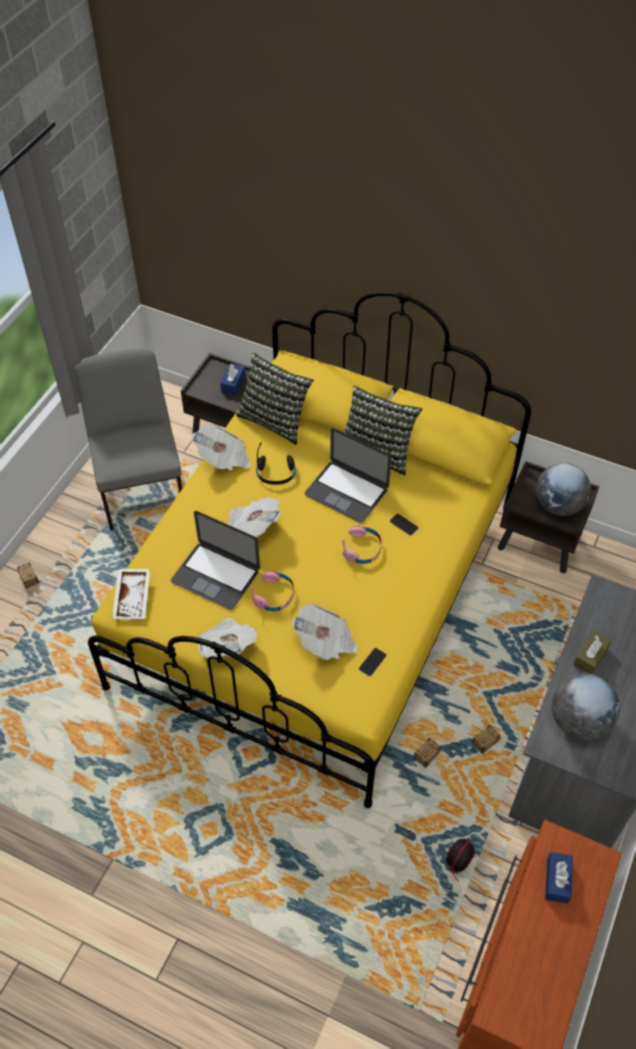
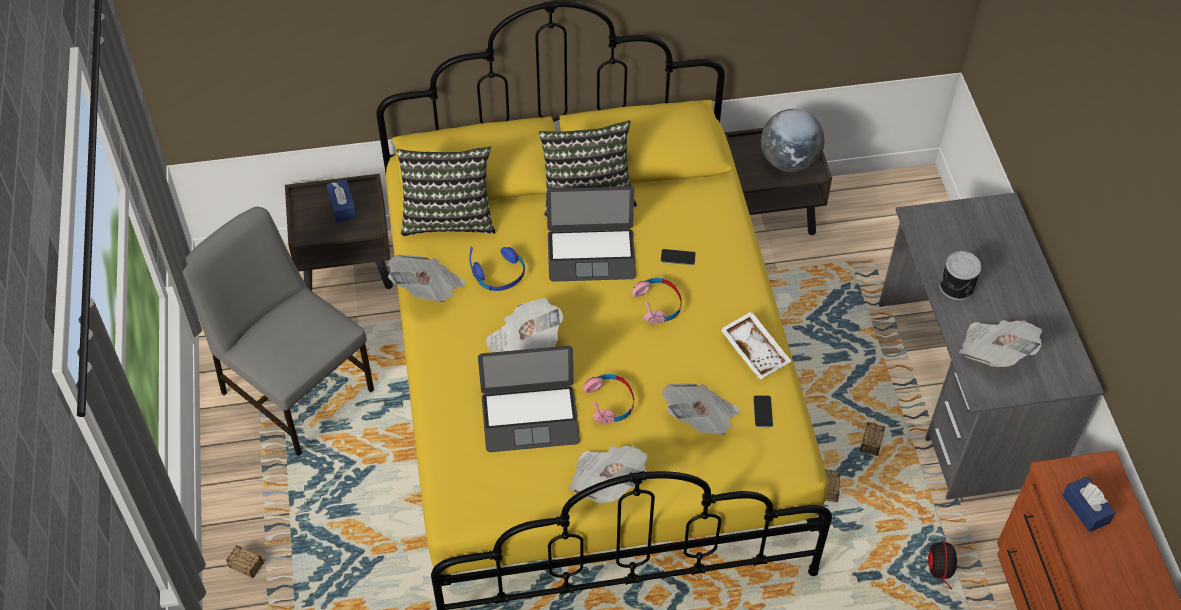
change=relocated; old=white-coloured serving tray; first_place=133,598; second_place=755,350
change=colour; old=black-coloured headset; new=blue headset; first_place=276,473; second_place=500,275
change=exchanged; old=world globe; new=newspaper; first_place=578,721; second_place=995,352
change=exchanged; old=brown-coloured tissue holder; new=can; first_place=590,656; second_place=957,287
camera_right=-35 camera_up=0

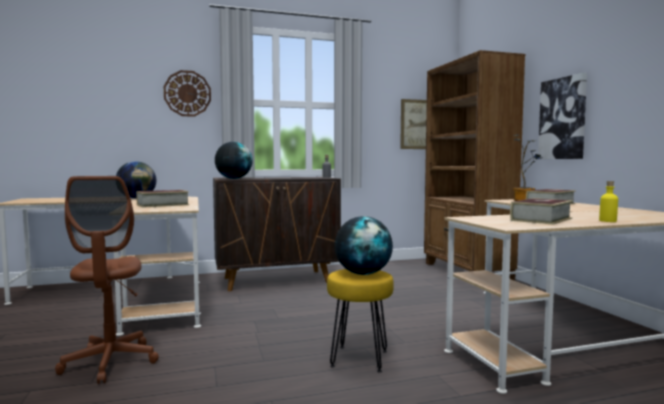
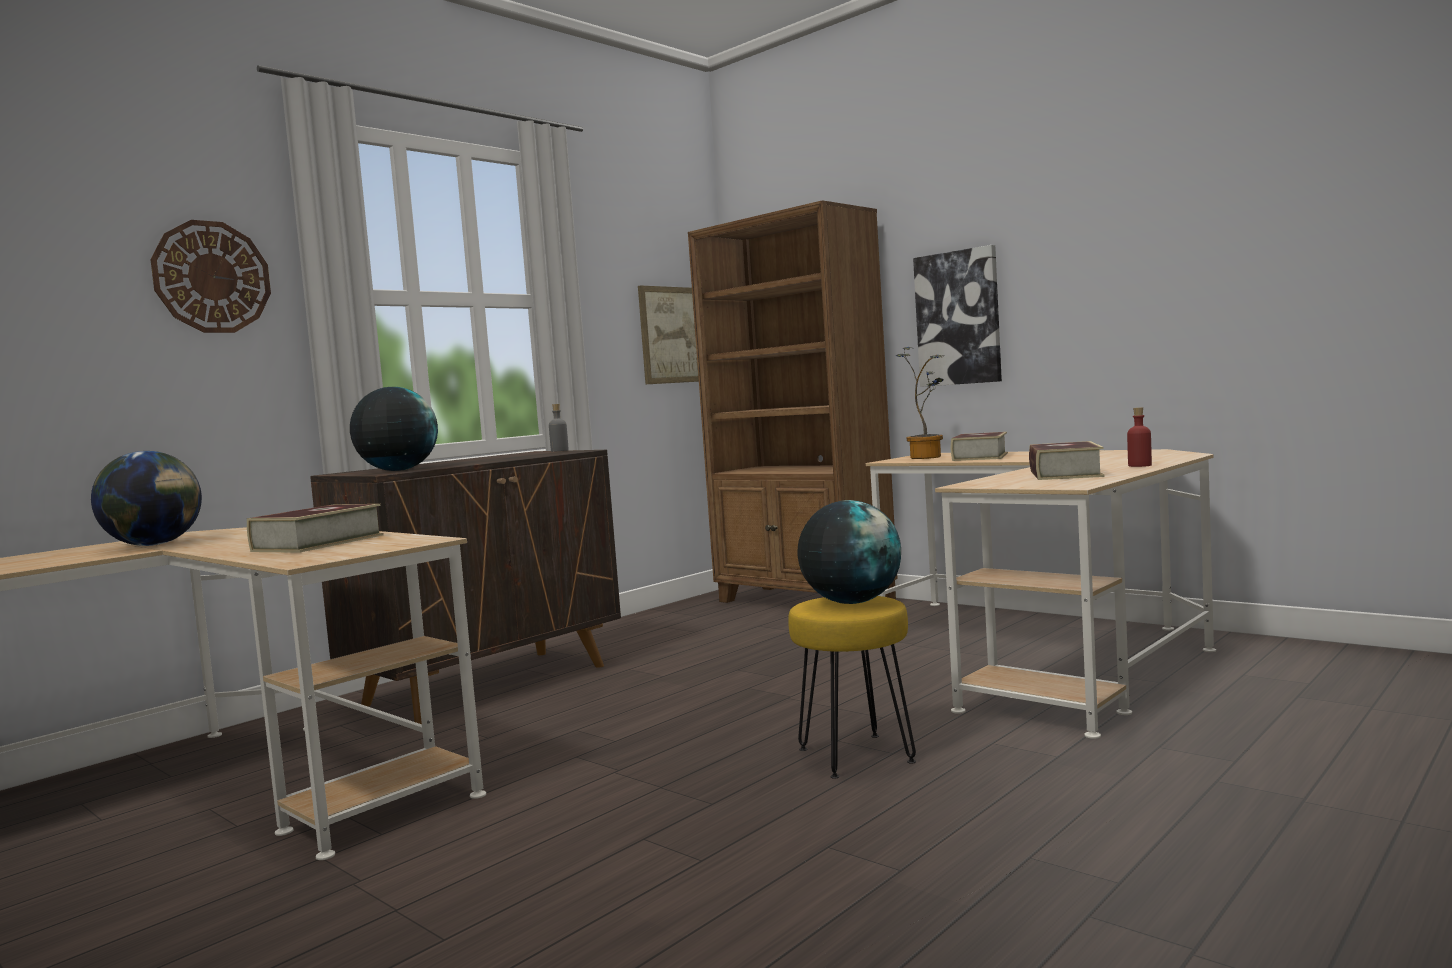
change=missing; old=brown-coloured office chair; first_place=110,362
change=colour; old=yellow beverage bottle; new=red-coloured beverage bottle; first_place=607,221; second_place=1140,465
camera_right=-30 camera_up=0

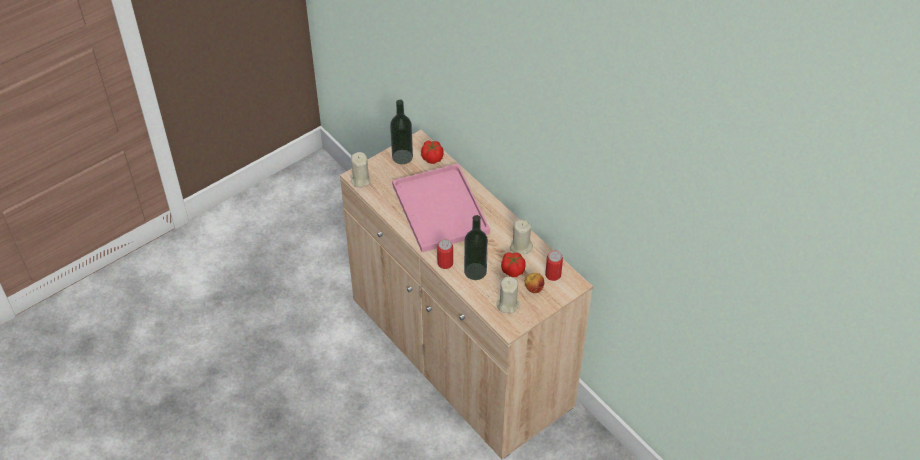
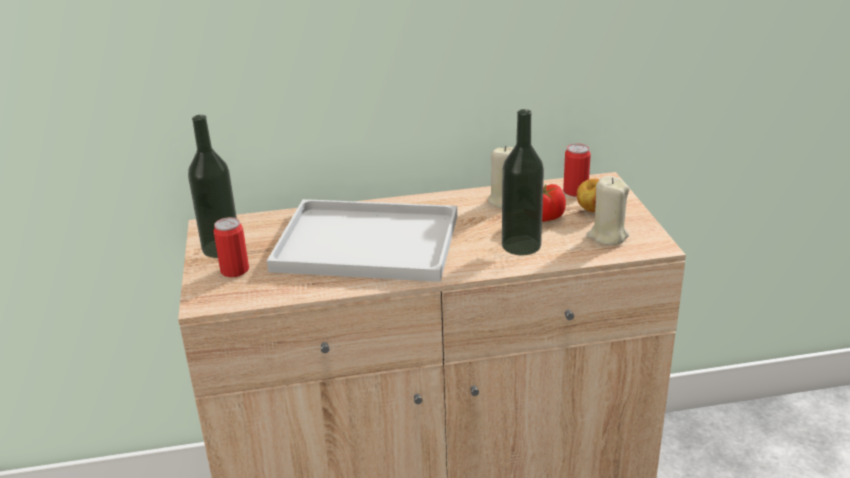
change=missing; old=sand-coloured wax candle; first_place=360,180
change=colour; old=pinkish serving tray; new=white-coloured serving tray; first_place=442,210; second_place=371,242
change=missing; old=whole tomato; first_place=432,158
change=relocated; old=can; first_place=445,263; second_place=234,270
camera_right=-60 camera_up=-20

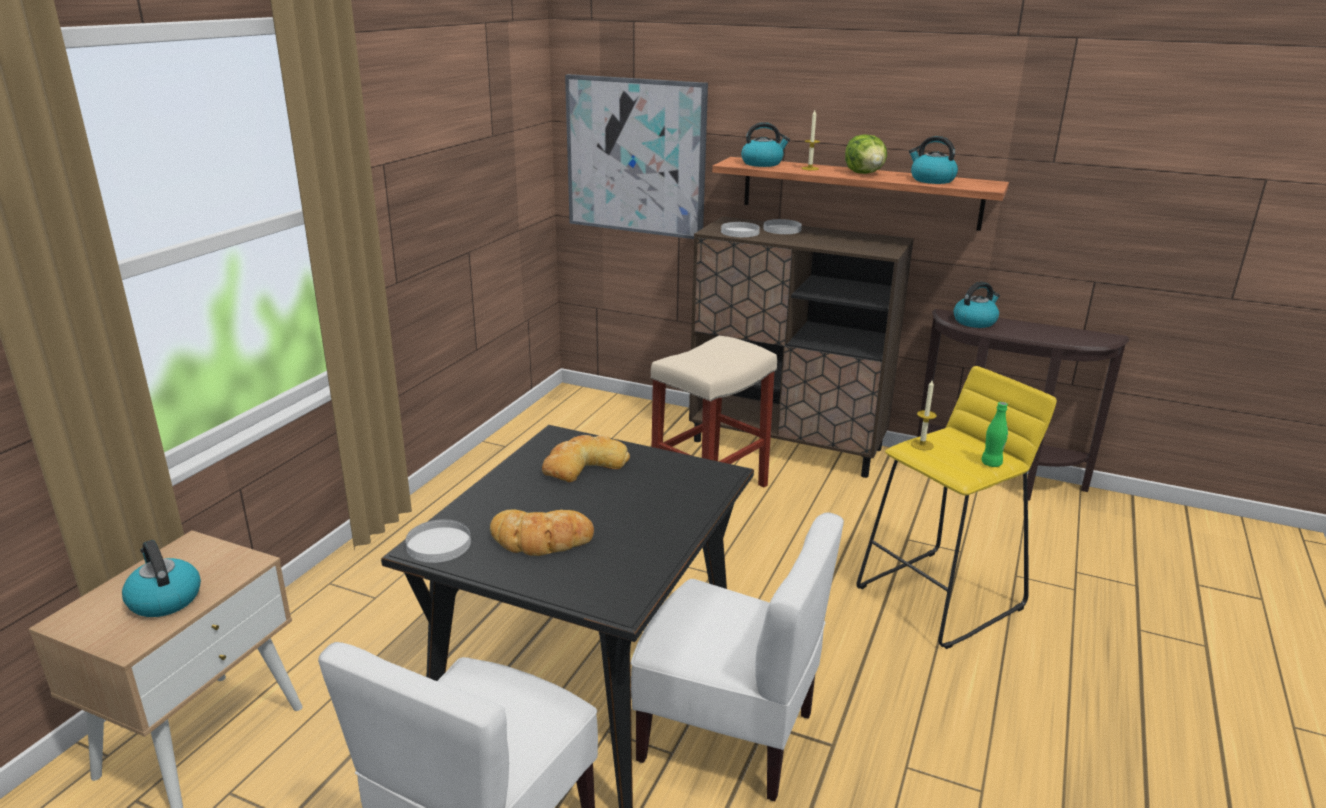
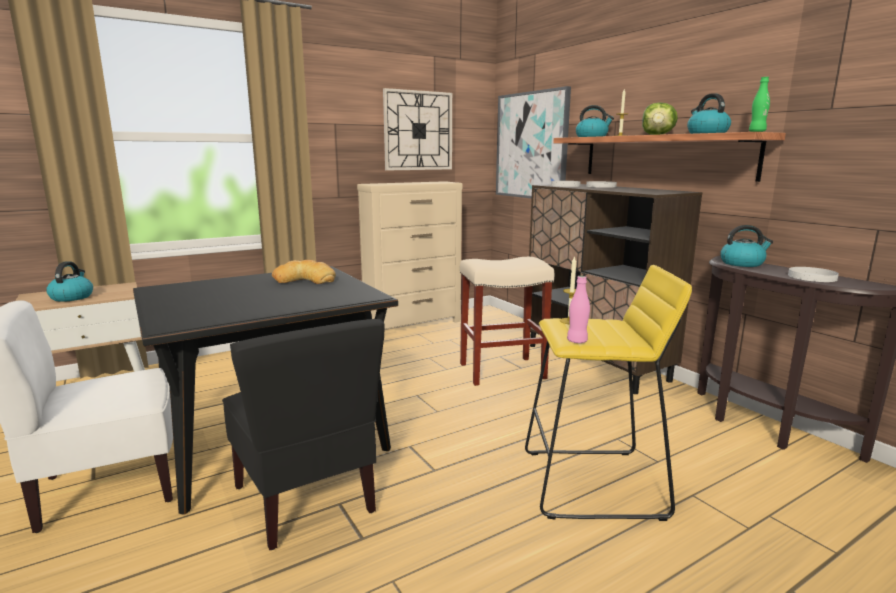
change=relocated; old=white-coloured flat dish; first_place=439,544; second_place=812,277
change=missing; old=bread; first_place=541,539
change=colour; old=white-coloured chair; new=black-coloured chair; first_place=728,735; second_place=306,498
change=relocated; old=green-coloured beverage bottle; first_place=991,463; second_place=757,132
change=appeared; new=sand-coloured chest of drawers; second_place=414,324
change=appeared; new=wall clock; second_place=418,131
change=appeared; new=pinkish beverage bottle; second_place=577,341
camera_right=35 camera_up=-10

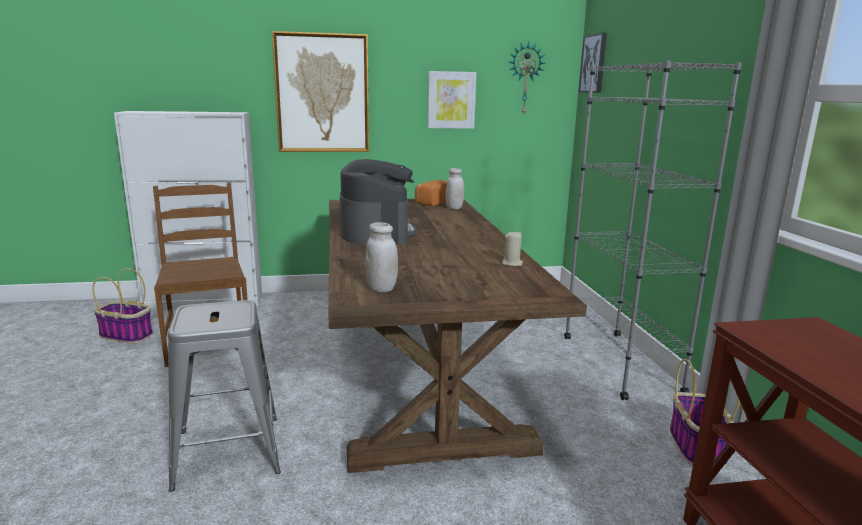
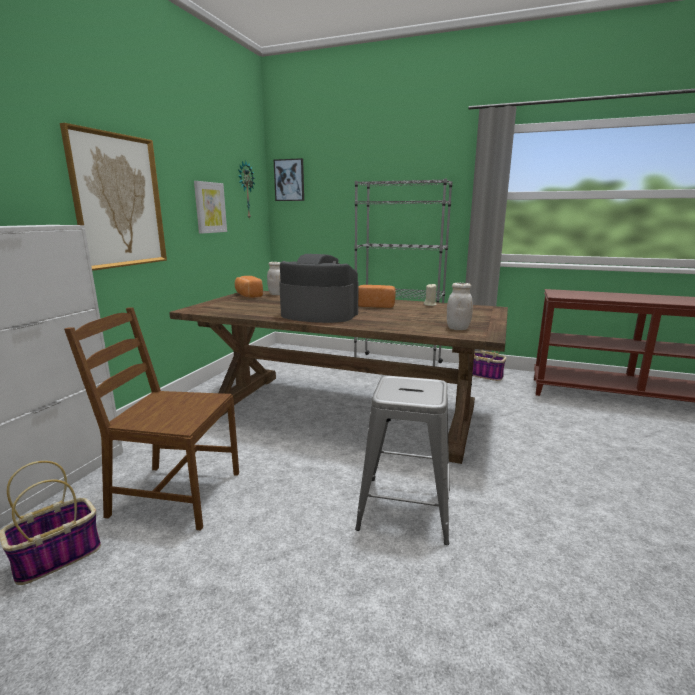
change=appeared; new=bread; second_place=376,305
camera_right=-60 camera_up=0

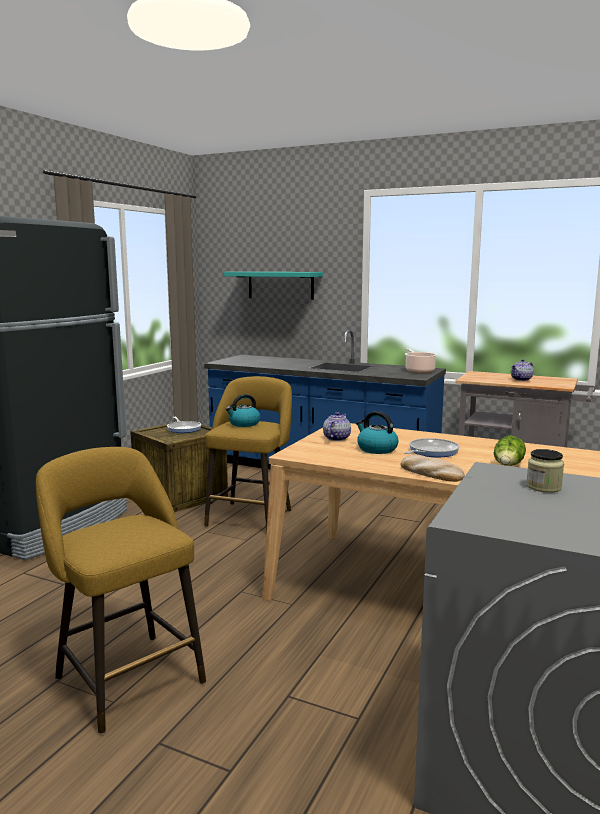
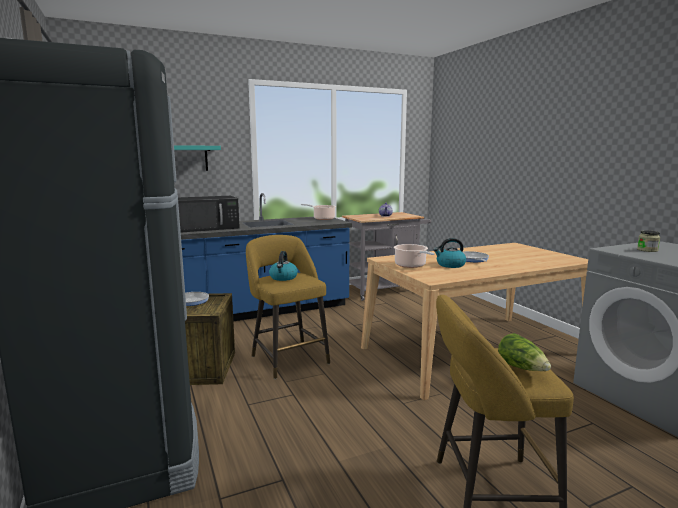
change=exchanged; old=tea pot; new=cooking pot; first_place=336,438; second_place=411,265
change=missing; old=bread; first_place=430,473
change=relocated; old=lettuce head; first_place=508,466; second_place=522,368
change=appeared; new=black-coloured kitchen microwave; second_place=204,228
camera_right=-50 camera_up=0

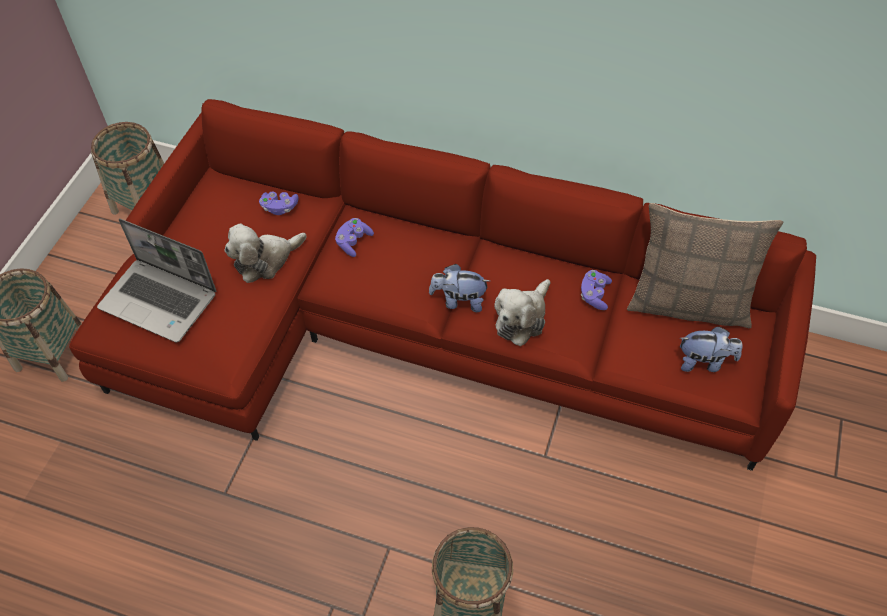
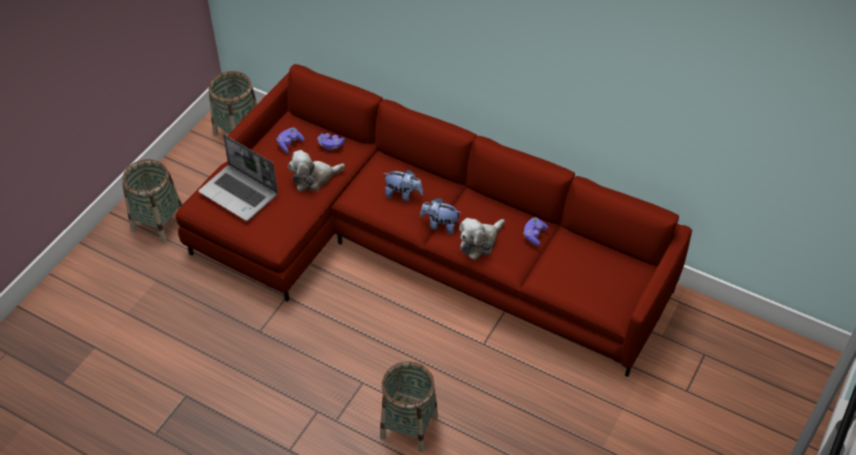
change=relocated; old=purplish gamepad; first_place=353,242; second_place=290,144
change=missing; old=throw pillow; first_place=689,303
change=relocated; old=plush toy; first_place=704,362; second_place=403,194
camera_right=10 camera_up=-5

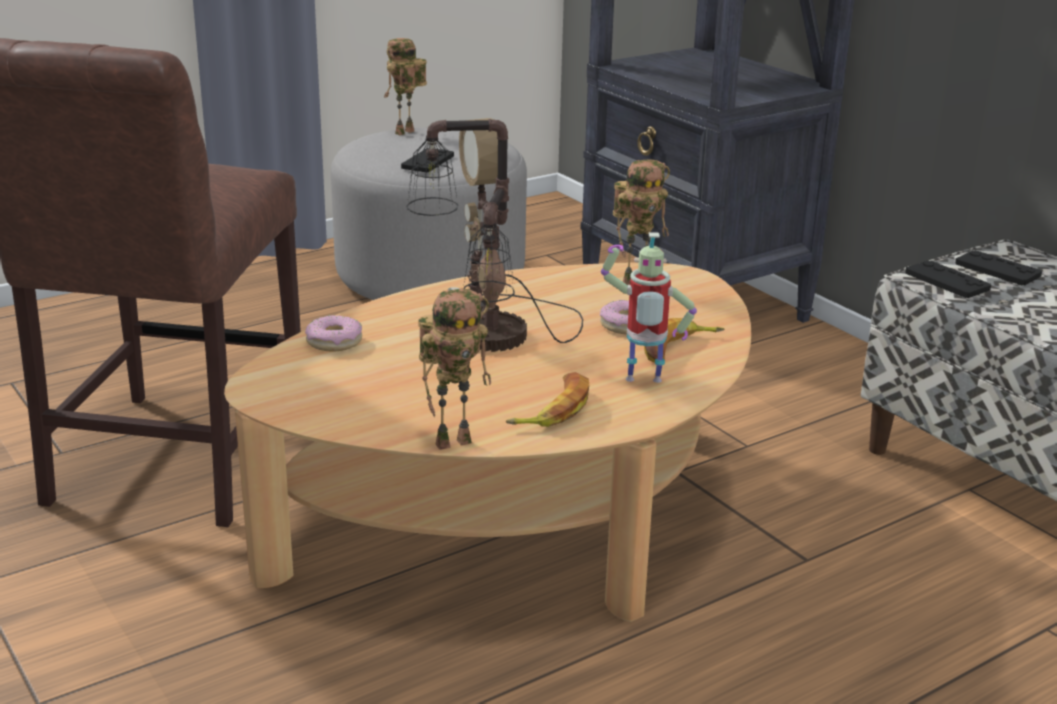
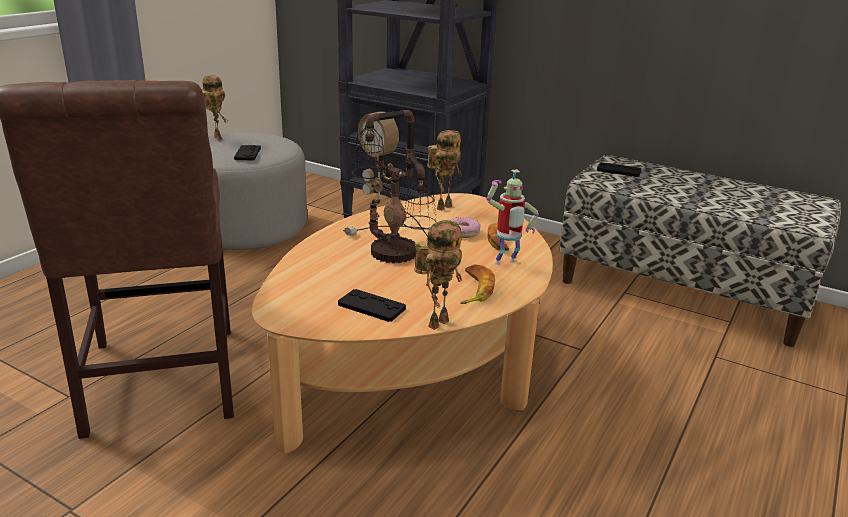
change=missing; old=ring doughnut; first_place=334,342
change=spun; old=robot figure; first_place=405,133; second_place=216,138; degrees=135
change=relocated; old=black-coloured gamepad; first_place=947,281; second_place=371,306
camera_right=-25 camera_up=0

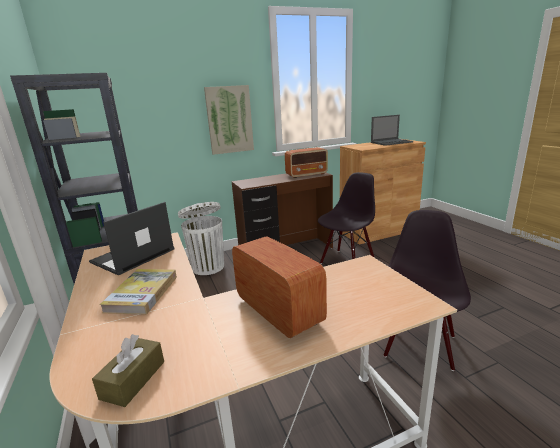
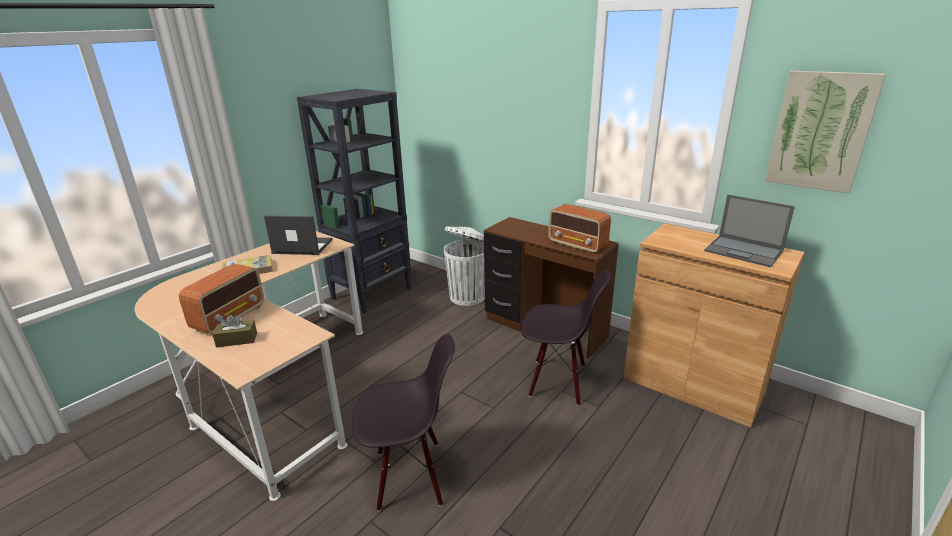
change=relocated; old=brown-coloured tissue holder; first_place=133,379; second_place=237,340
change=relocated; old=wall art; first_place=229,120; second_place=820,131
camera_right=60 camera_up=5

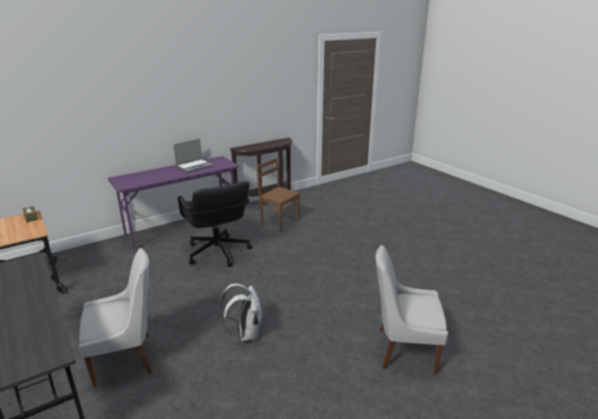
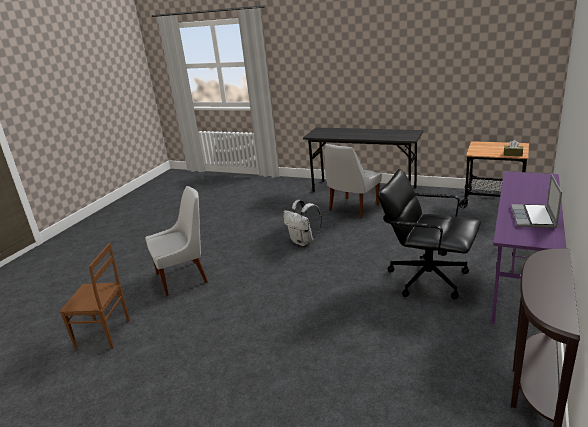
change=relocated; old=brown-coloured chair; first_place=280,222; second_place=104,335
camera_right=150 camera_up=0

